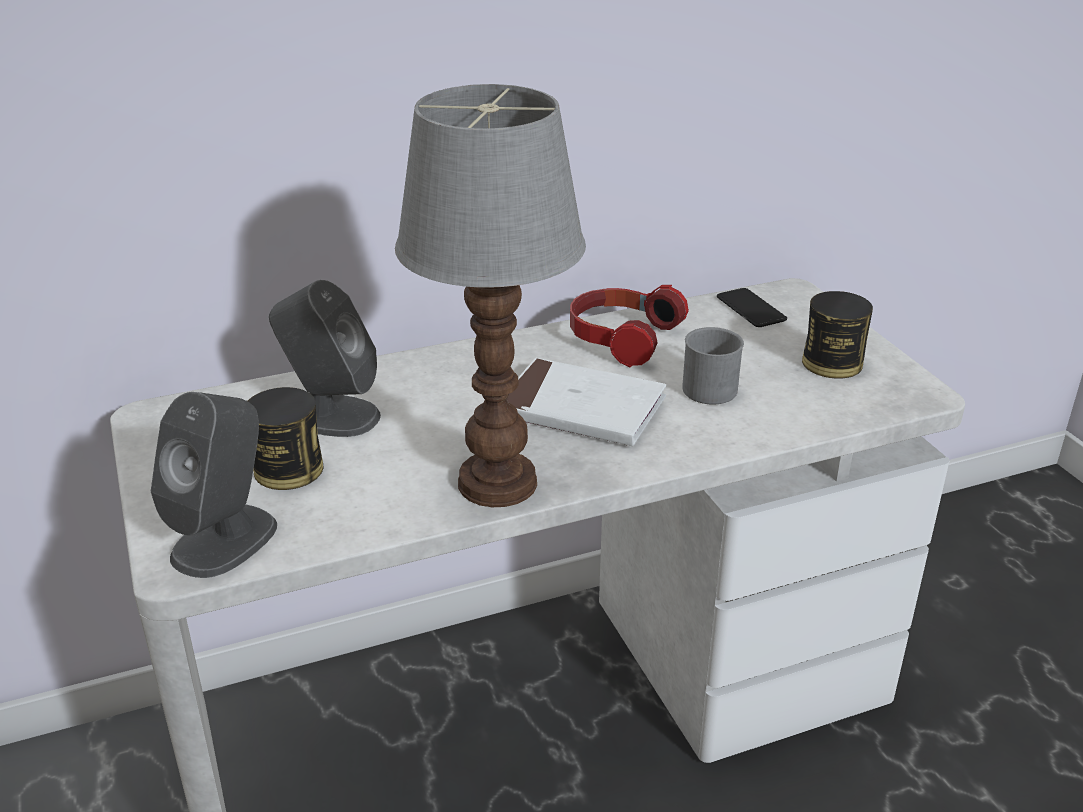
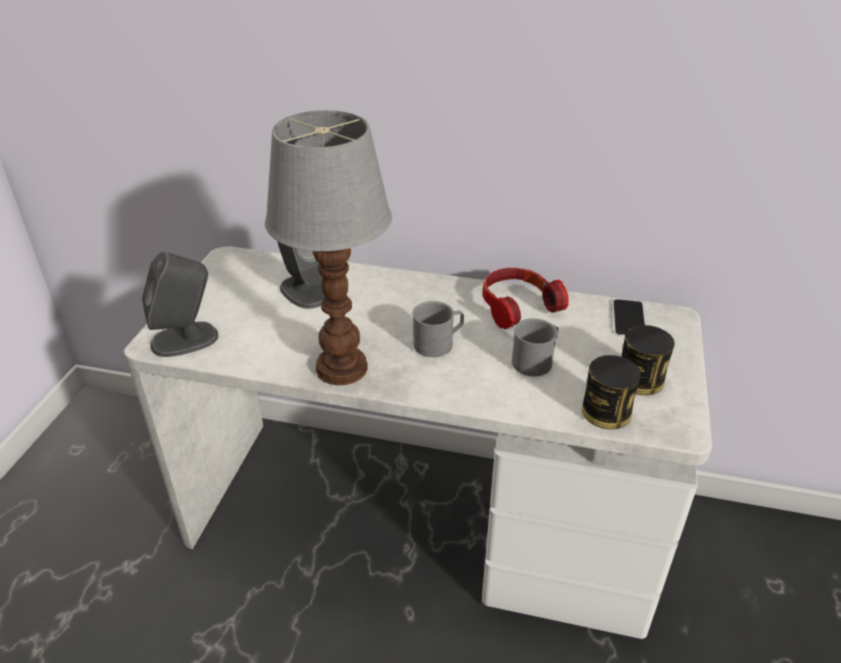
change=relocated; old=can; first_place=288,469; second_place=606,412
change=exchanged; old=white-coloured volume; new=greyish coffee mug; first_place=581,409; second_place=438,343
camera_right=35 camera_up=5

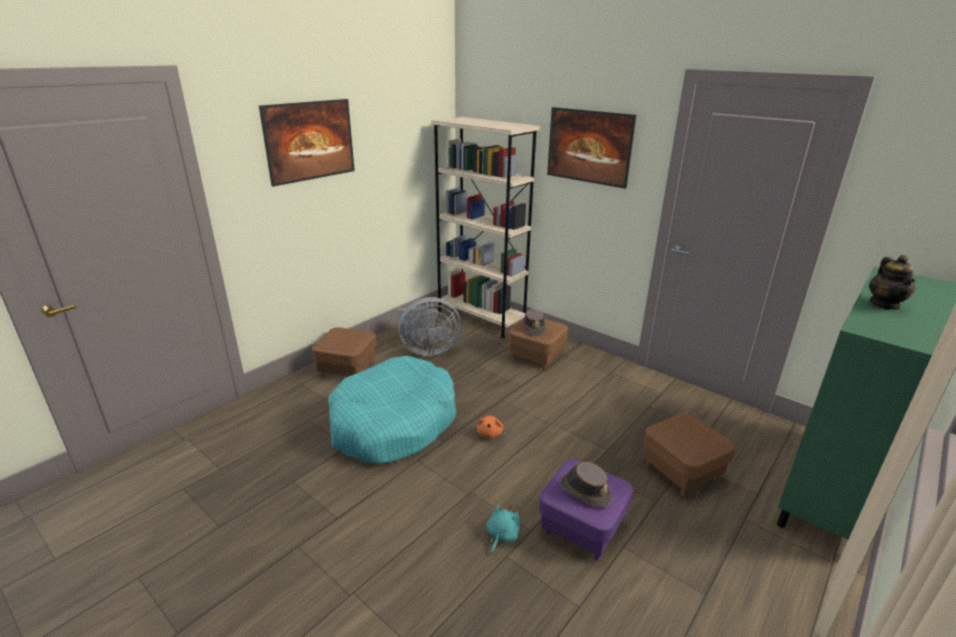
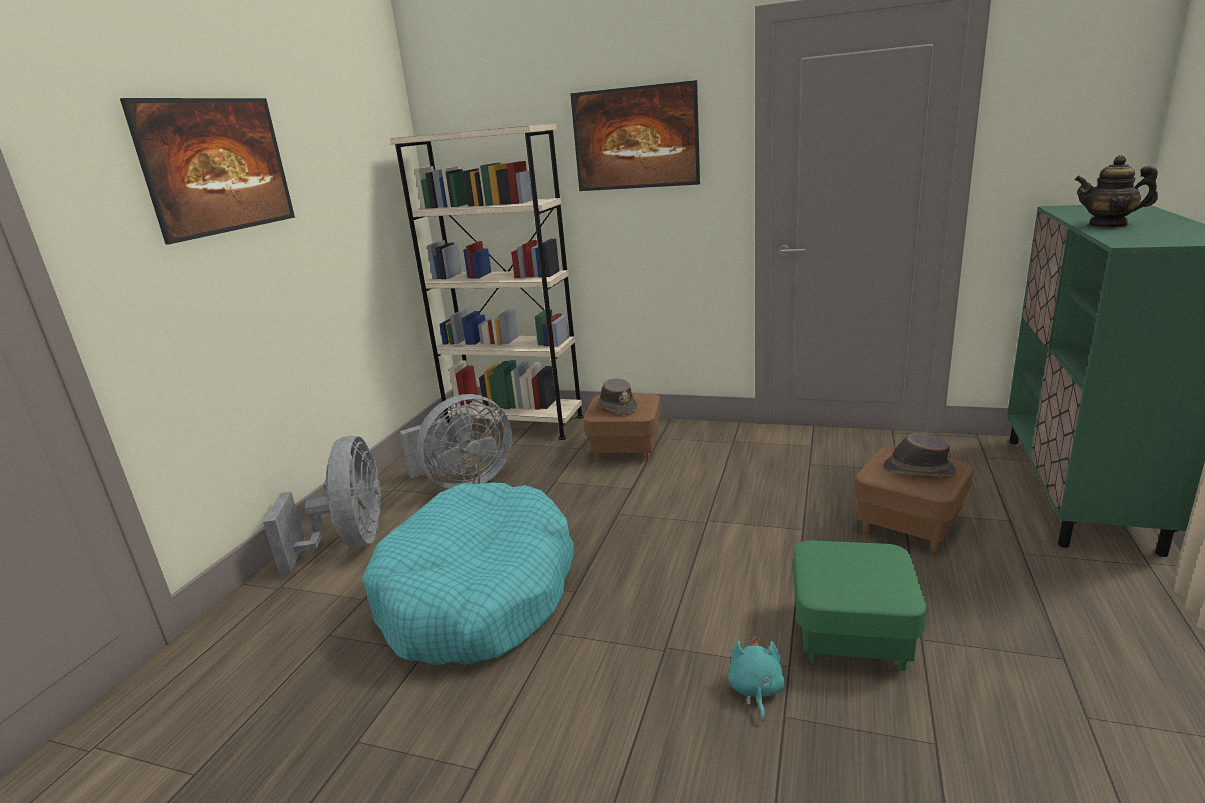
change=exchanged; old=brown-coloured footrest; new=greyish fan; first_place=347,369; second_place=351,542
change=missing; old=orange plush toy; first_place=489,433
change=colour; old=purplish footrest; new=green-coloured footrest; first_place=582,527; second_place=851,636
change=relocated; old=brown-coloured wearable hat; first_place=584,491; second_place=917,470
change=spun; old=tea pot; first_place=884,304; second_place=1108,225; degrees=120
camera_right=-20 camera_up=-5

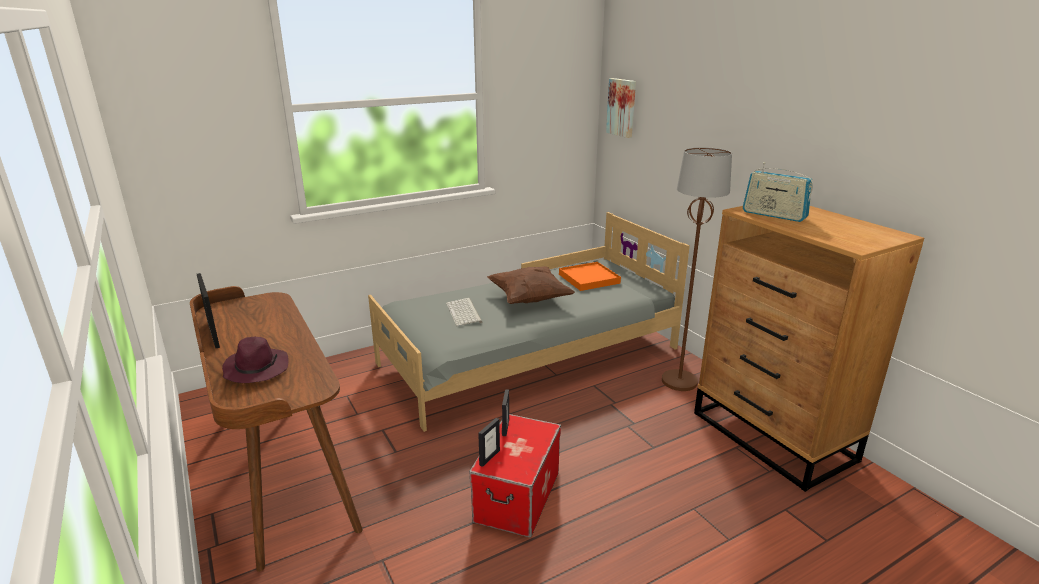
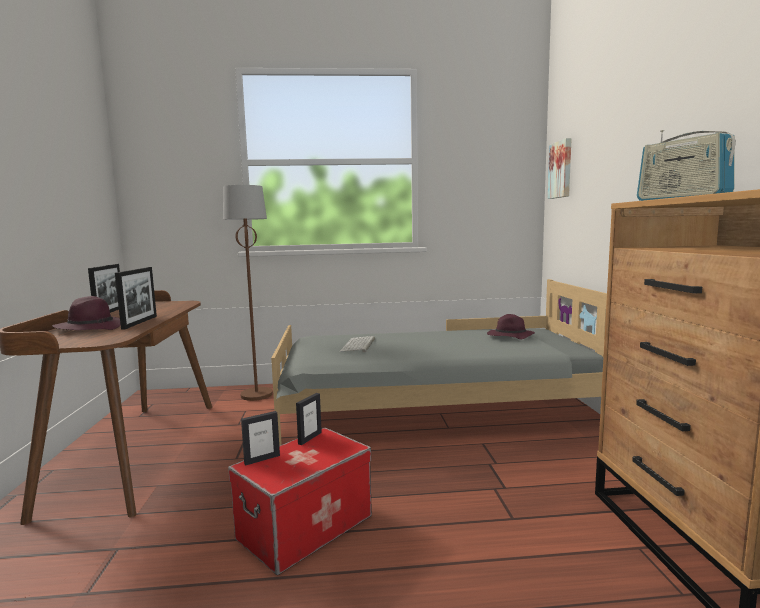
change=missing; old=brown-coloured throw pillow; first_place=529,299
change=exchanged; old=orange serving tray; new=purplish wearable hat; first_place=589,279; second_place=509,336
change=relocated; old=brown-coloured standing lamp; first_place=679,381; second_place=257,395
change=appeared; new=photo frame; second_place=140,322
camera_right=25 camera_up=-15

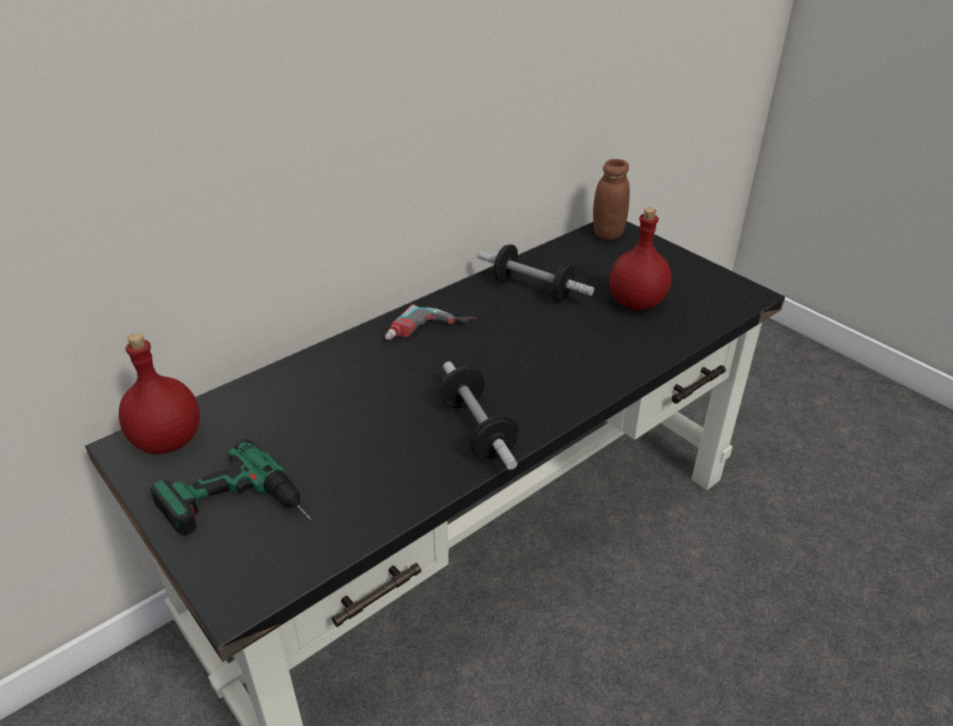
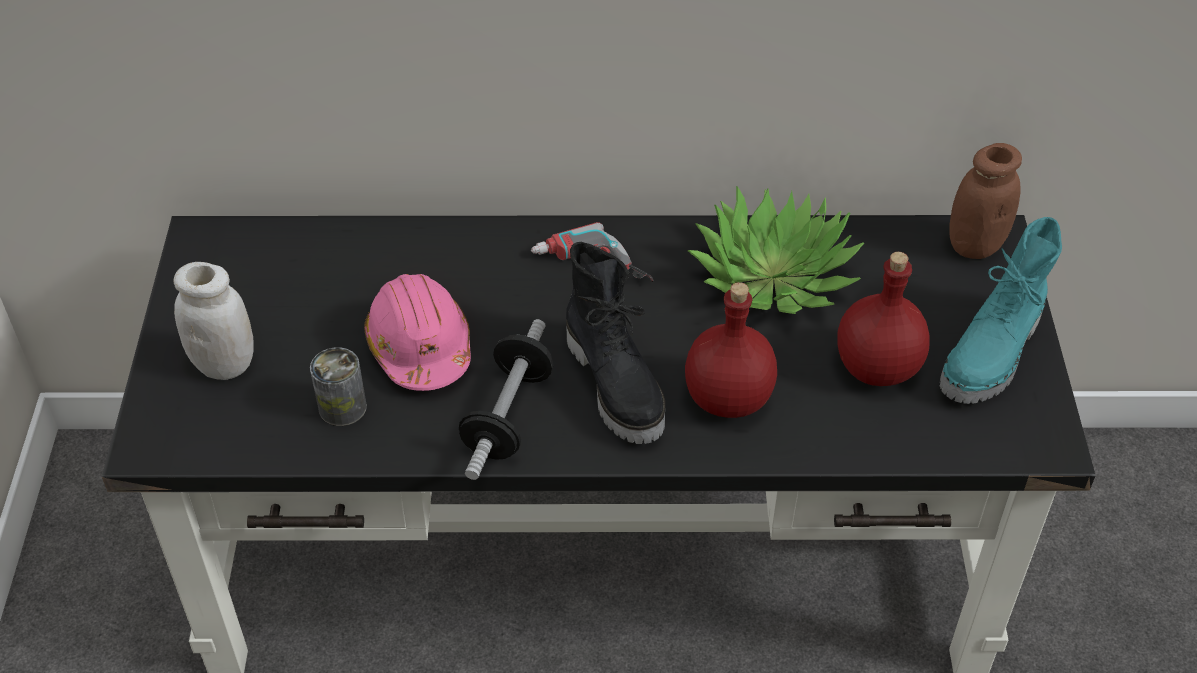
change=relocated; old=red-coloured beverage bottle; first_place=169,440; second_place=729,399
change=exchanged; old=drill; new=white-coloured storage jar; first_place=239,512; second_place=224,364
change=exchanged; old=dumbbell; new=houseplant; first_place=533,289; second_place=774,276
change=appeared; new=can; second_place=342,407
change=appeared; new=pinkish work helmet; second_place=420,347
change=appeared; new=black-coloured tall boot; second_place=617,385
change=appeared; new=blue-green tall boot; second_place=993,355
camera_right=40 camera_up=10

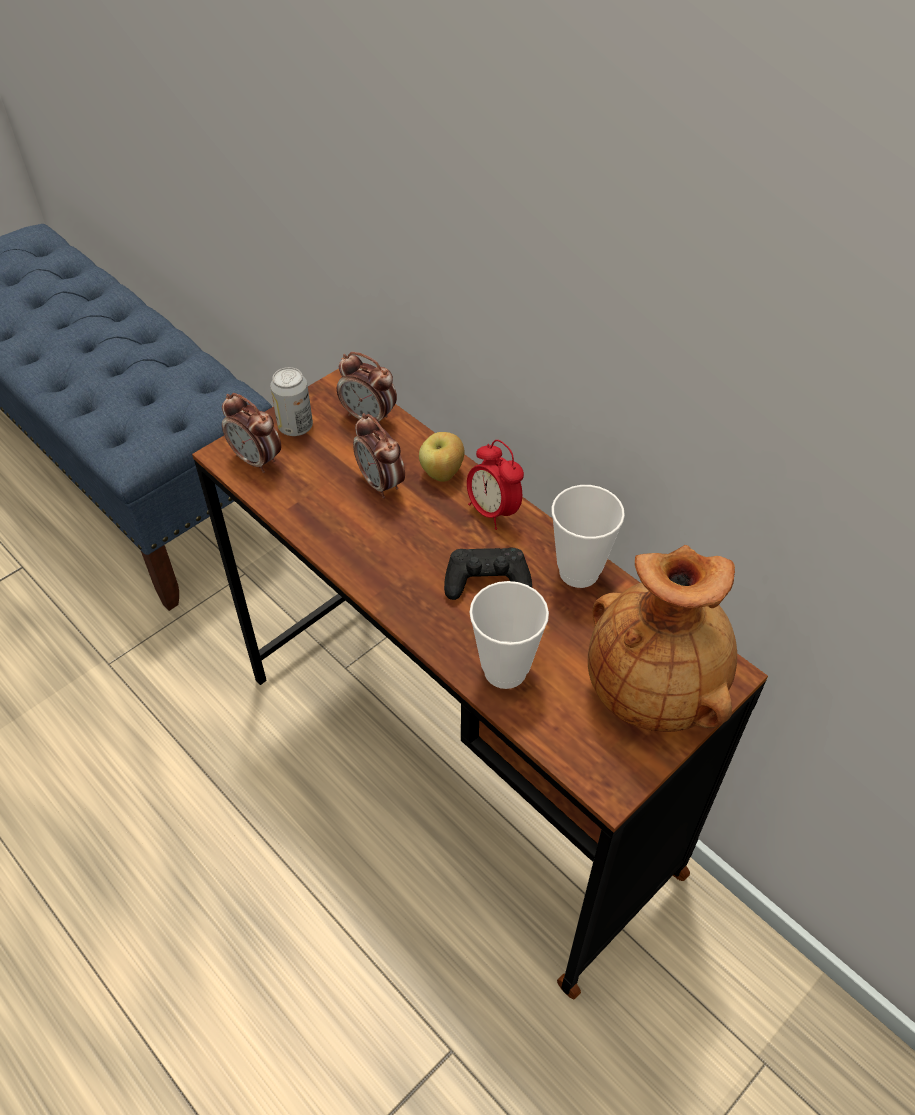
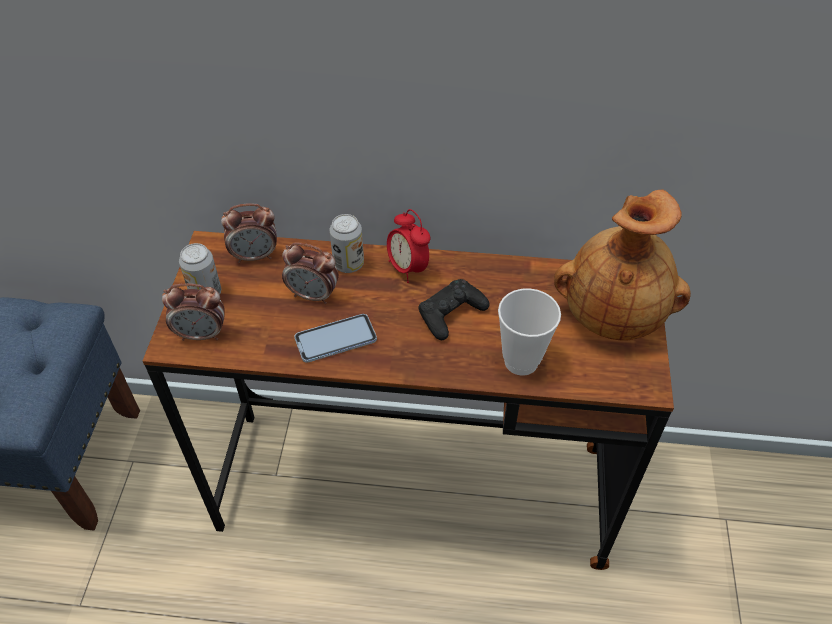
change=exchanged; old=apple; new=can; first_place=442,474; second_place=348,264
change=spun; old=bedside clock; first_place=493,511; second_place=408,268; degrees=45
change=missing; old=small cup; first_place=579,572
change=appeared; new=handset; second_place=335,339
camera_right=-40 camera_up=0

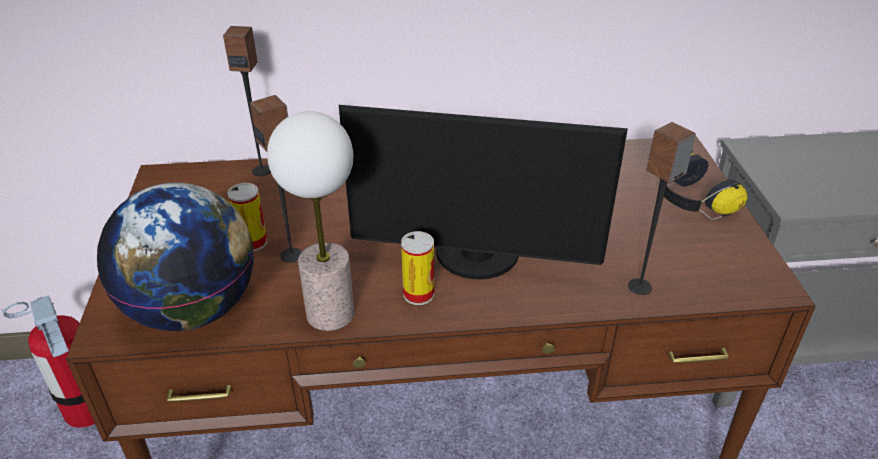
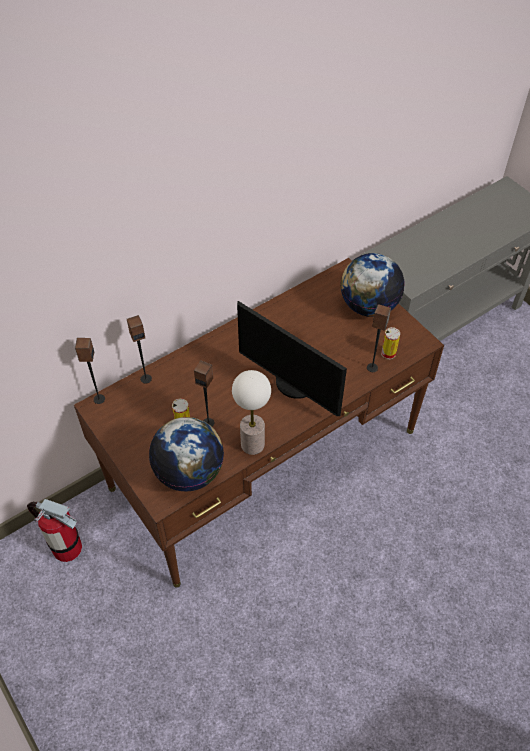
change=spun; old=computer display; first_place=476,258; second_place=294,384; degrees=60
change=relocated; old=can; first_place=418,294; second_place=388,353
change=exchanged; old=headset; new=world globe; first_place=691,201; second_place=368,306
change=appeared; new=loudspeaker; second_place=99,399
camera_right=-30 camera_up=15

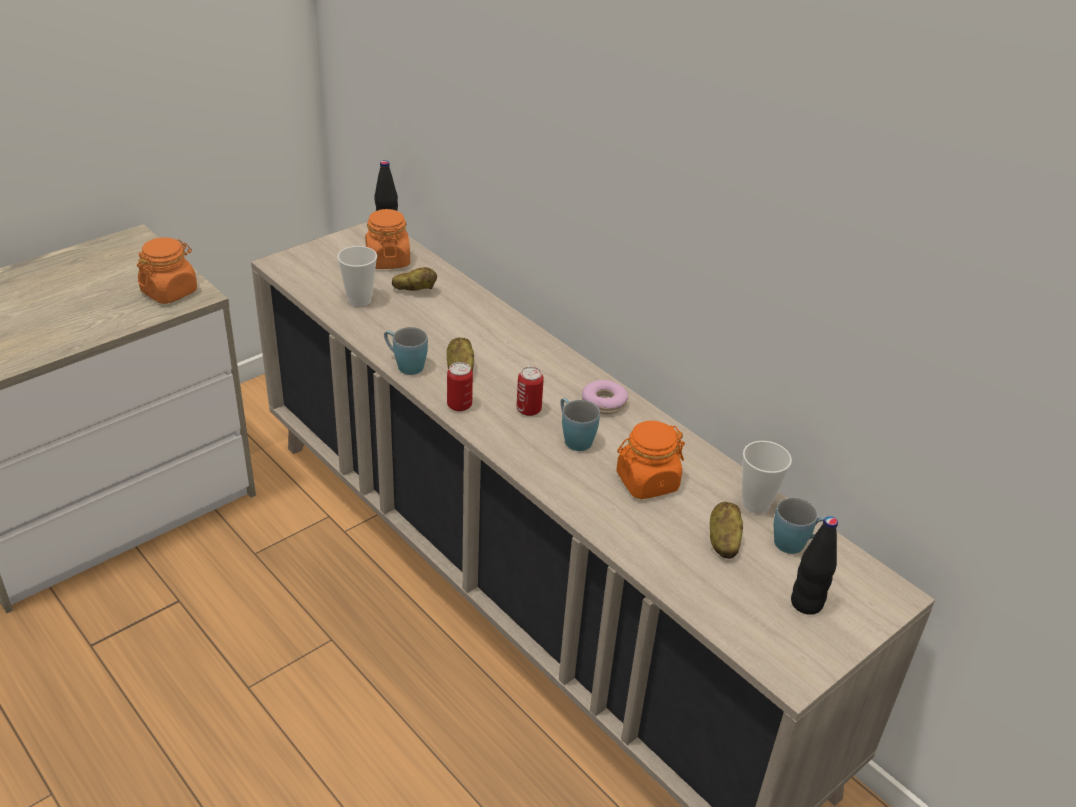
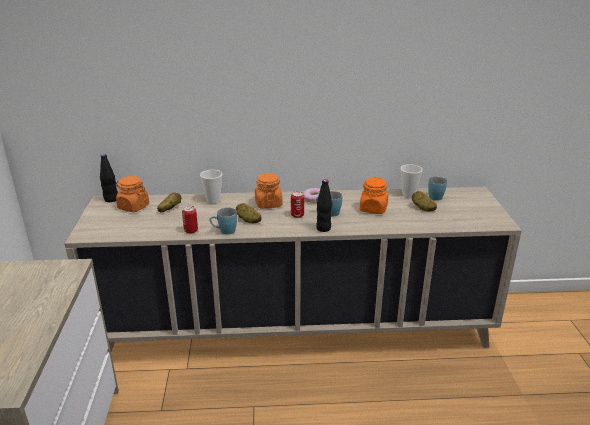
change=relocated; old=orange storage jar; first_place=169,291; second_place=268,204
change=relocated; old=small cup; first_place=359,300; second_place=213,200
change=relocated; old=can; first_place=459,405; second_place=191,231
change=relocated; old=black-coloured beverage bottle; first_place=806,603; second_place=323,228
camera_right=-50 camera_up=-10

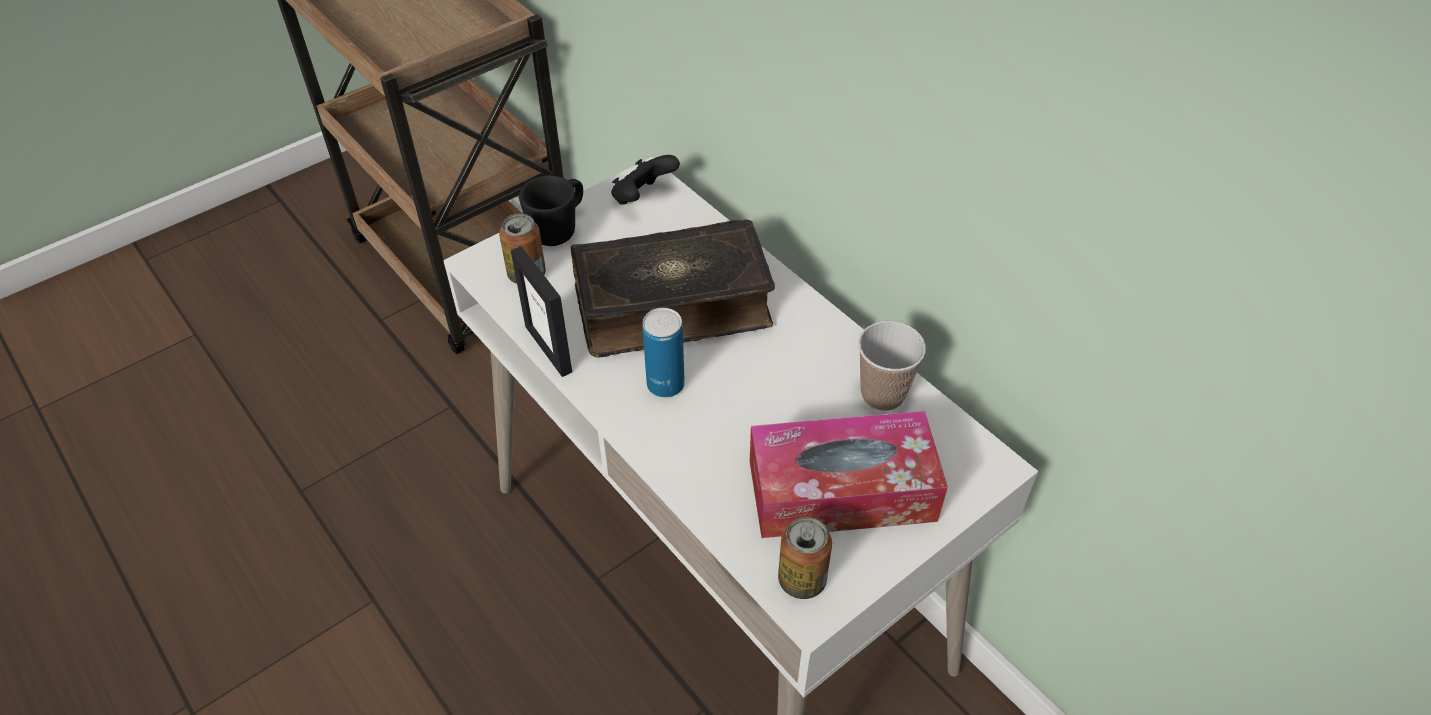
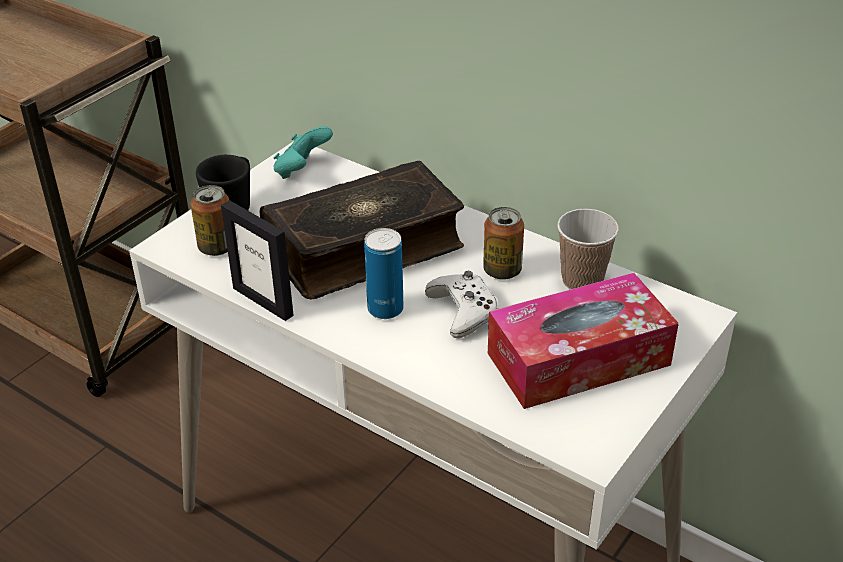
change=colour; old=black-coloured gamepad; new=blue-green gamepad; first_place=642,198; second_place=302,171
change=relocated; old=can; first_place=802,580; second_place=502,270
change=appeared; new=white-coloured gamepad; second_place=463,311
camera_right=-15 camera_up=-10

